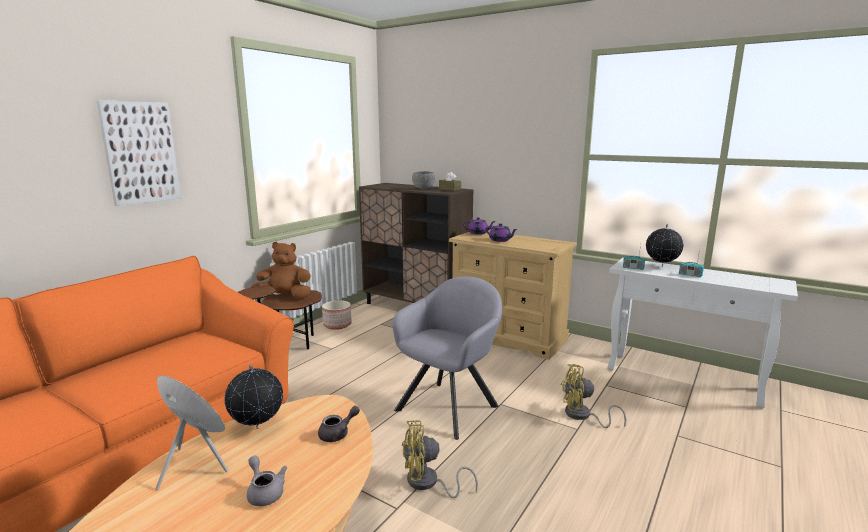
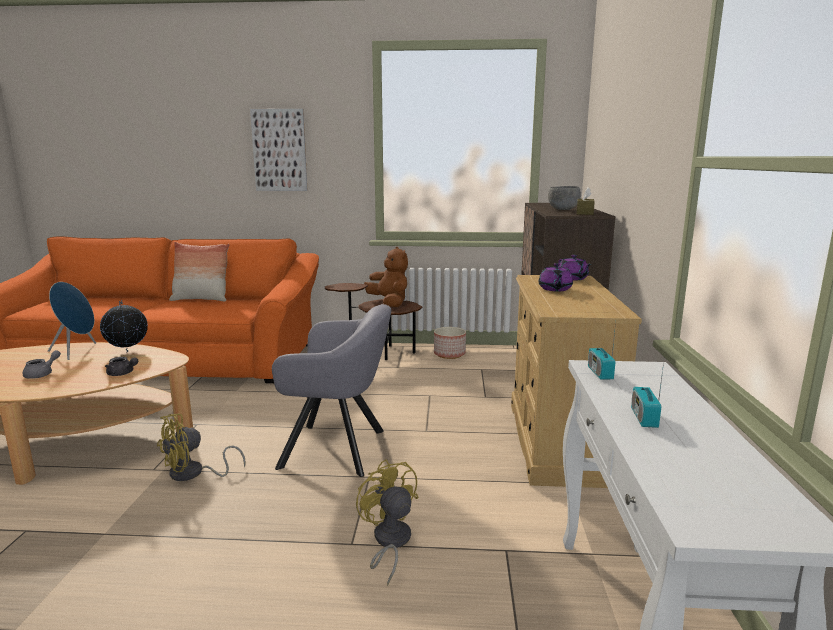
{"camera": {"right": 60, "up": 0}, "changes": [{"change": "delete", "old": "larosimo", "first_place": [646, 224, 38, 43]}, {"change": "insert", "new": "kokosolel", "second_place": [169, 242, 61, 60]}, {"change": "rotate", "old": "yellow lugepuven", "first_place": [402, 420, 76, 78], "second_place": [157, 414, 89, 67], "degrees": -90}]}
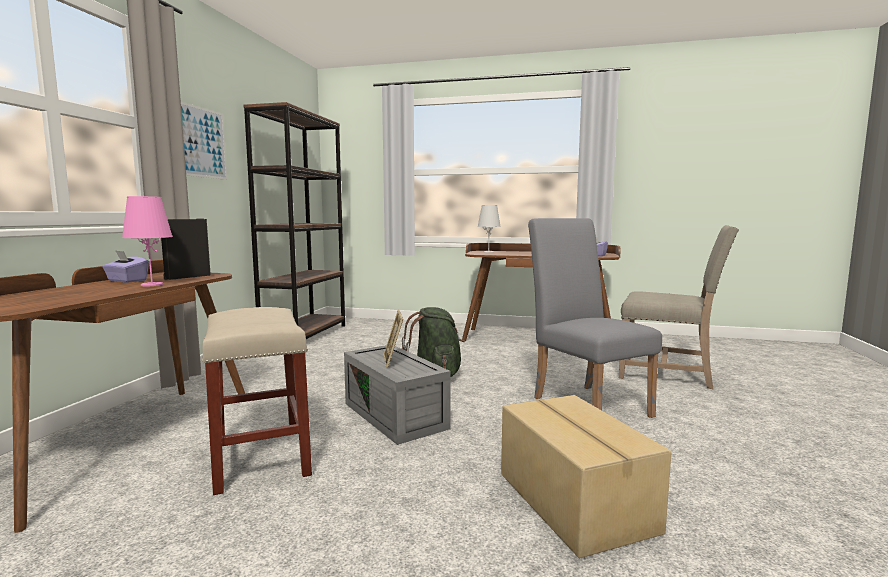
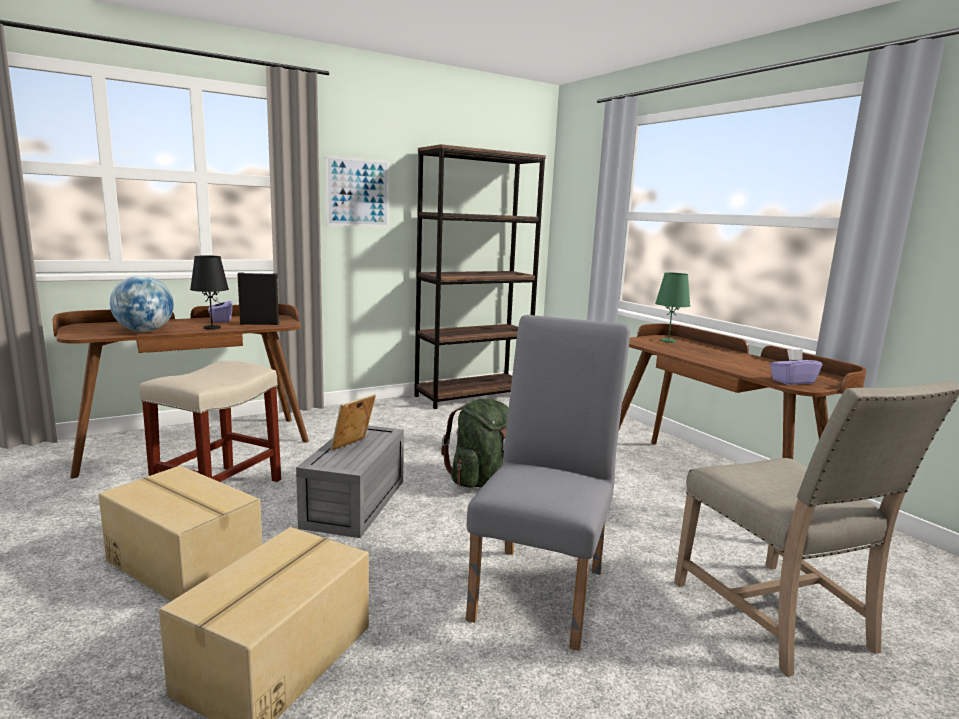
{"camera": {"right": 45, "up": 5}, "changes": [{"change": "insert", "new": "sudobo", "second_place": [99, 466, 163, 135]}, {"change": "insert", "new": "larosimo", "second_place": [110, 276, 64, 56]}, {"change": "recolor", "old": "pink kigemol", "new": "black kigemol", "first_place": [122, 196, 51, 90], "second_place": [190, 256, 39, 74]}, {"change": "recolor", "old": "white kigemol", "new": "green kigemol", "first_place": [477, 205, 24, 48], "second_place": [655, 272, 35, 71]}]}
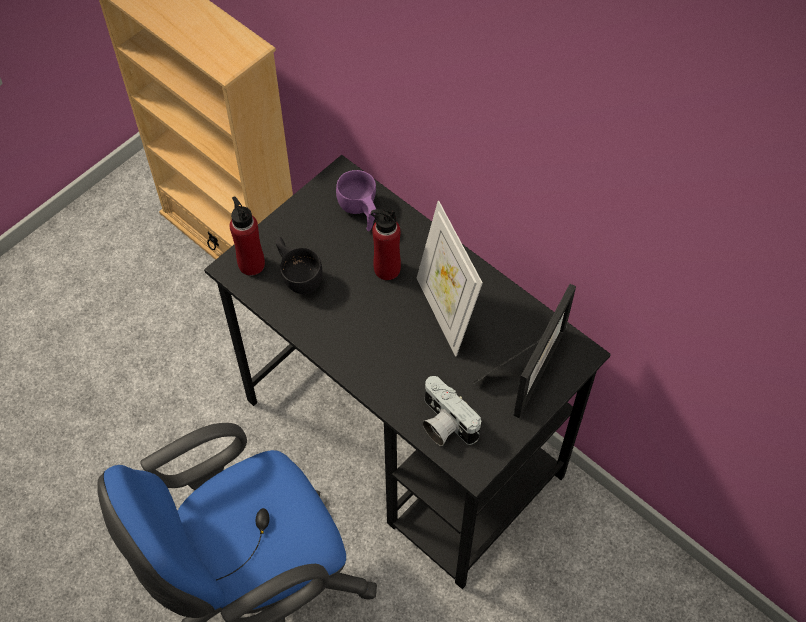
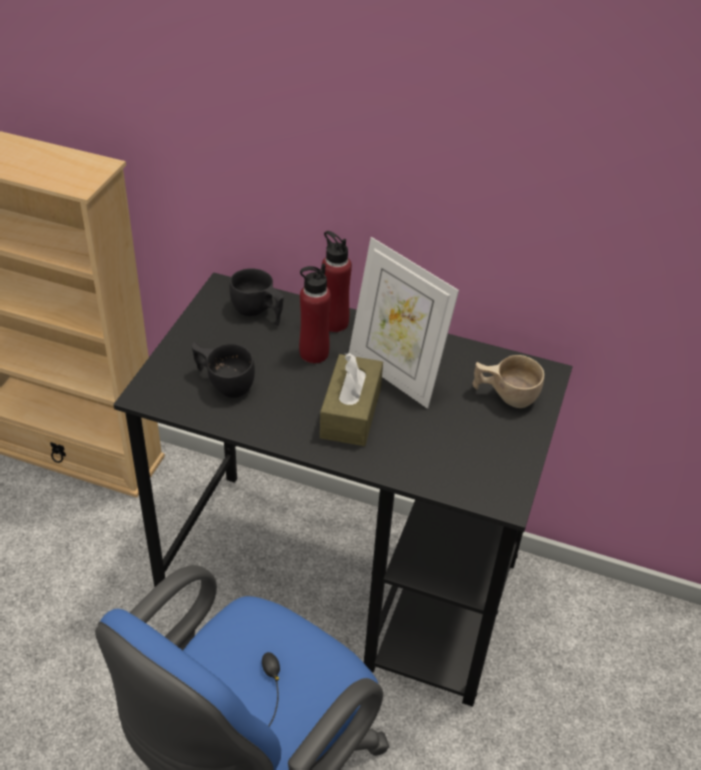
{"camera": {"right": -25, "up": -15}, "changes": [{"change": "delete", "old": "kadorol", "first_place": [423, 376, 58, 70]}, {"change": "insert", "new": "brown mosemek", "second_place": [320, 353, 63, 93]}, {"change": "move", "old": "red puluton", "first_place": [230, 196, 35, 80], "second_place": [322, 231, 30, 101]}, {"change": "replace", "old": "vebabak", "new": "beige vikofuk", "first_place": [473, 284, 103, 134], "second_place": [473, 355, 71, 53]}, {"change": "recolor", "old": "purple vikofuk", "new": "black vikofuk", "first_place": [336, 170, 40, 61], "second_place": [230, 268, 54, 58]}]}
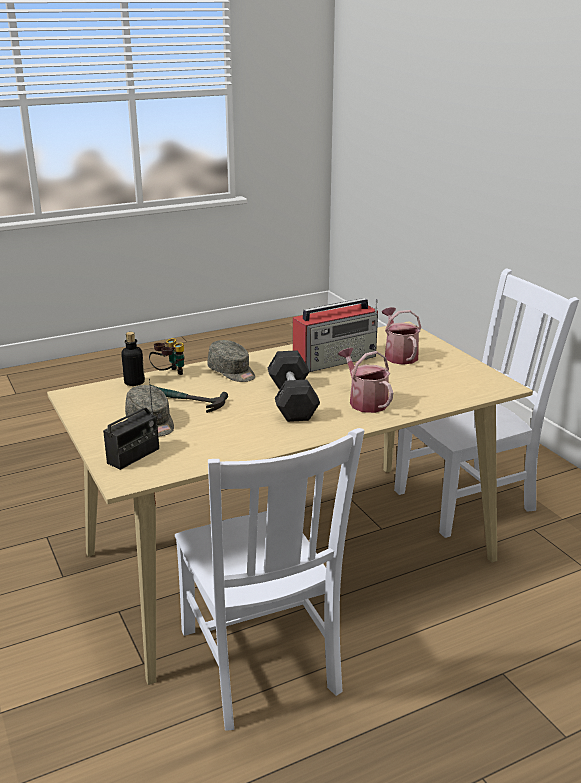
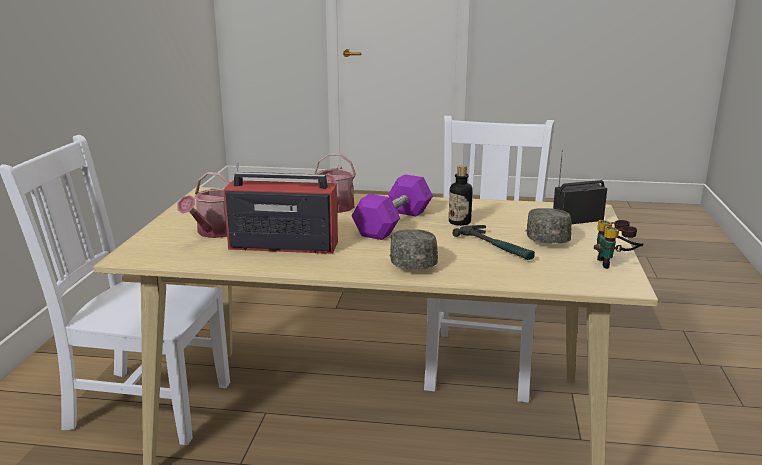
{"camera": {"right": -145, "up": -5}, "changes": [{"change": "move", "old": "puluton", "first_place": [121, 332, 24, 54], "second_place": [449, 165, 24, 61]}, {"change": "move", "old": "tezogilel", "first_place": [149, 338, 35, 37], "second_place": [594, 220, 49, 49]}, {"change": "recolor", "old": "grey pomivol", "new": "purple pomivol", "first_place": [268, 350, 52, 72], "second_place": [352, 174, 81, 66]}]}
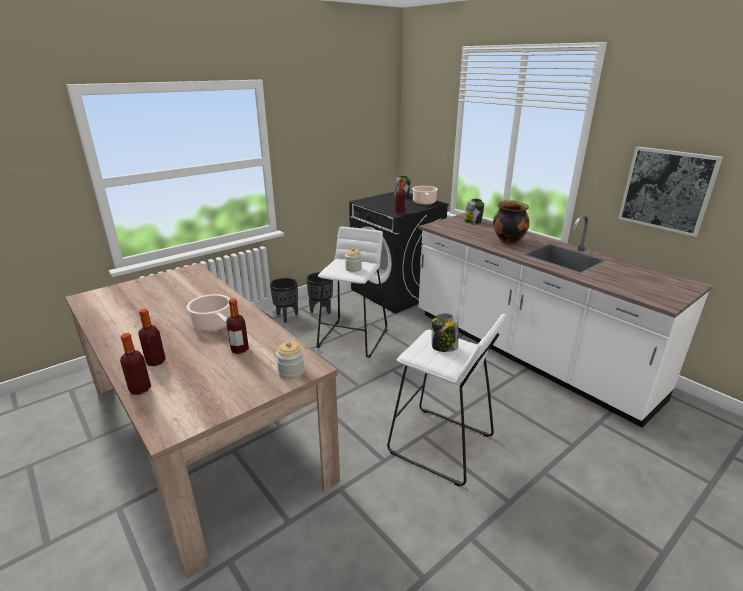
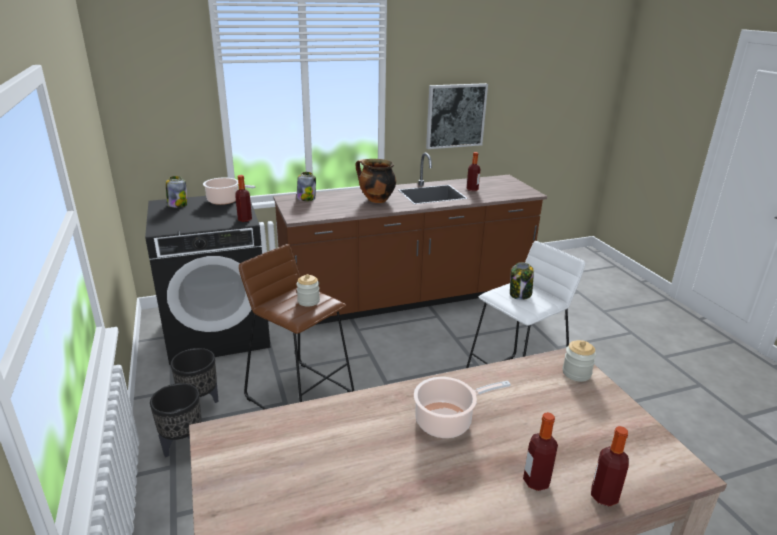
{"camera": {"right": -70, "up": 0}, "changes": [{"change": "move", "old": "puluton", "first_place": [226, 298, 23, 56], "second_place": [467, 152, 13, 39]}, {"change": "recolor", "old": "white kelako", "new": "brown kelako", "first_place": [317, 227, 70, 131], "second_place": [239, 244, 115, 166]}, {"change": "recolor", "old": "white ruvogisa", "new": "brown ruvogisa", "first_place": [418, 213, 295, 215], "second_place": [273, 153, 274, 172]}]}
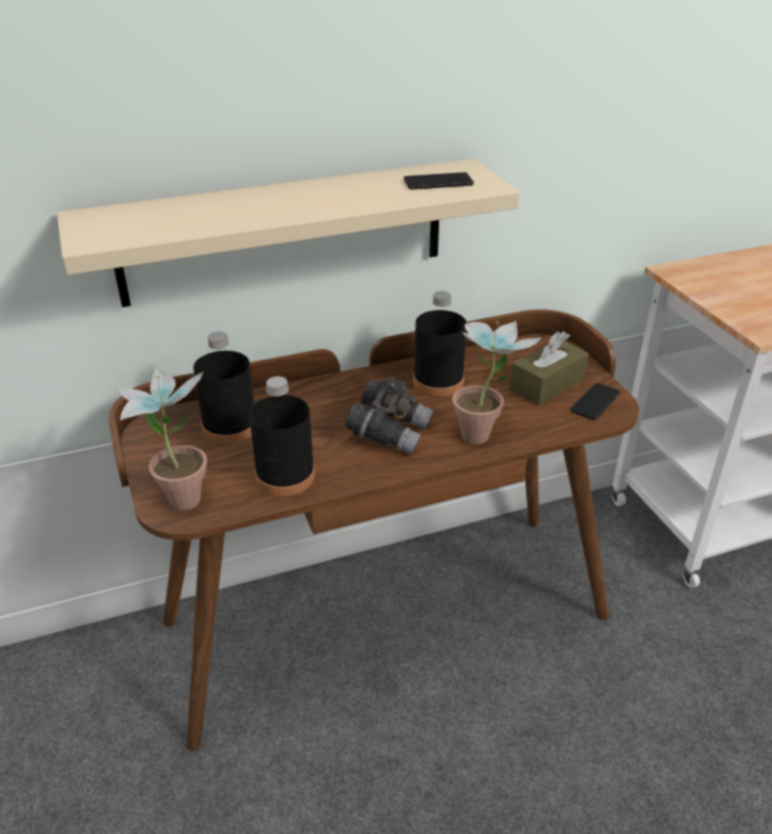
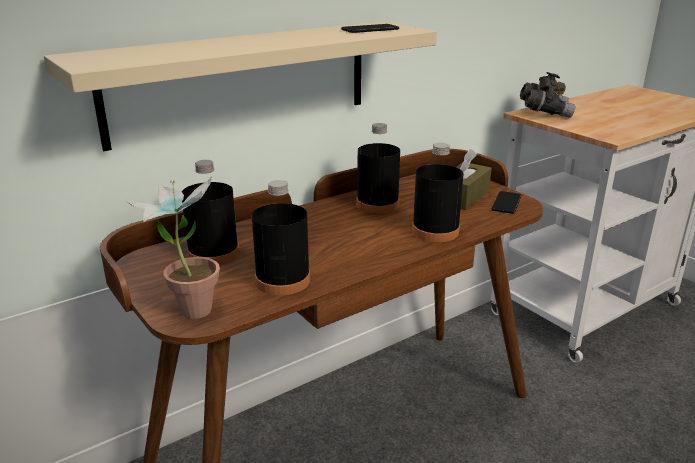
{"camera": {"right": -15, "up": -10}, "changes": [{"change": "move", "old": "grey tezogilel", "first_place": [345, 377, 89, 78], "second_place": [520, 72, 56, 46]}, {"change": "replace", "old": "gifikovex", "new": "black puluton", "first_place": [452, 321, 89, 123], "second_place": [412, 143, 51, 99]}]}
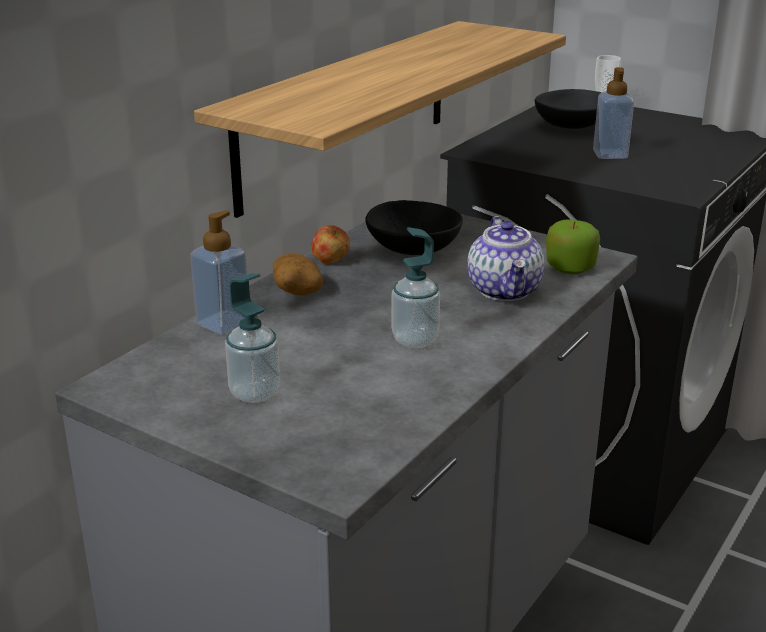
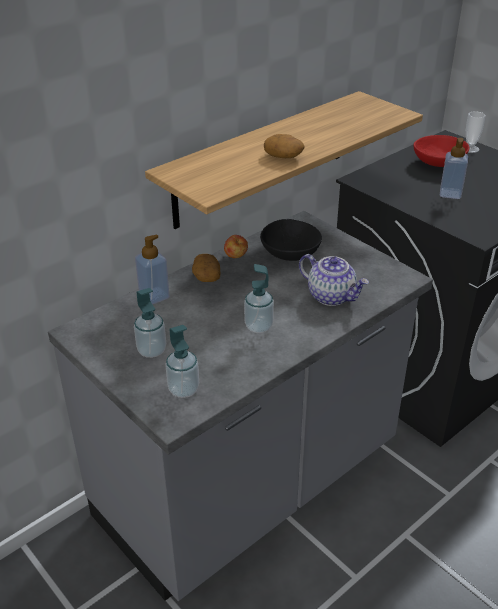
{"camera": {"right": 15, "up": 10}, "changes": [{"change": "delete", "old": "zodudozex", "first_place": [546, 220, 54, 55]}, {"change": "insert", "new": "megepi", "second_place": [165, 325, 34, 73]}, {"change": "insert", "new": "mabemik", "second_place": [264, 134, 40, 24]}, {"change": "recolor", "old": "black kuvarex", "new": "red kuvarex", "first_place": [535, 89, 66, 40], "second_place": [413, 135, 56, 32]}, {"change": "rotate", "old": "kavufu", "first_place": [467, 216, 77, 85], "second_place": [299, 254, 70, 52], "degrees": -60}]}
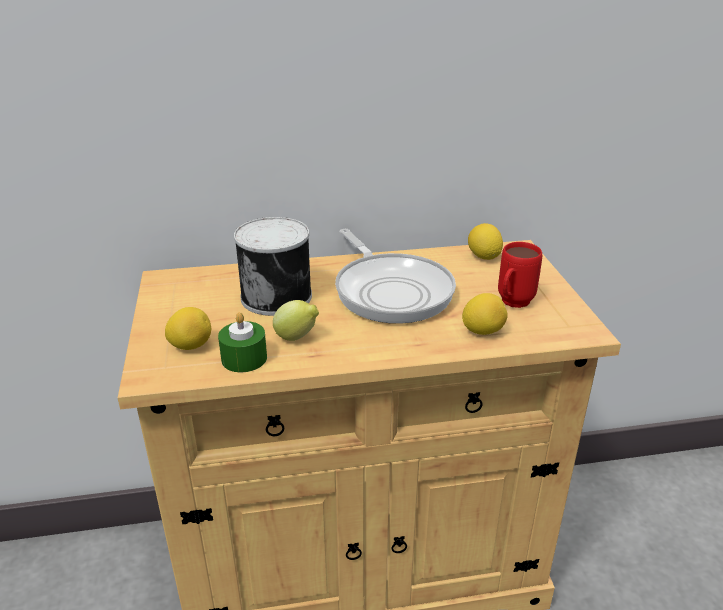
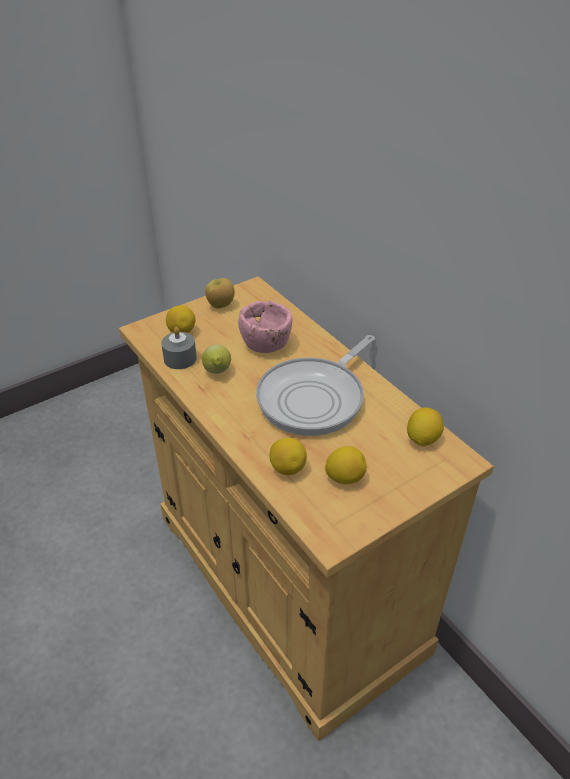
{"camera": {"right": 65, "up": 10}, "changes": [{"change": "insert", "new": "zodudozex", "second_place": [205, 278, 30, 30]}, {"change": "replace", "old": "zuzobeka", "new": "pink kuvarex", "first_place": [234, 217, 78, 99], "second_place": [238, 301, 54, 52]}, {"change": "replace", "old": "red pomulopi", "new": "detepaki", "first_place": [498, 242, 44, 66], "second_place": [325, 446, 42, 38]}, {"change": "recolor", "old": "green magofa", "new": "grey magofa", "first_place": [218, 312, 49, 60], "second_place": [161, 327, 36, 42]}]}
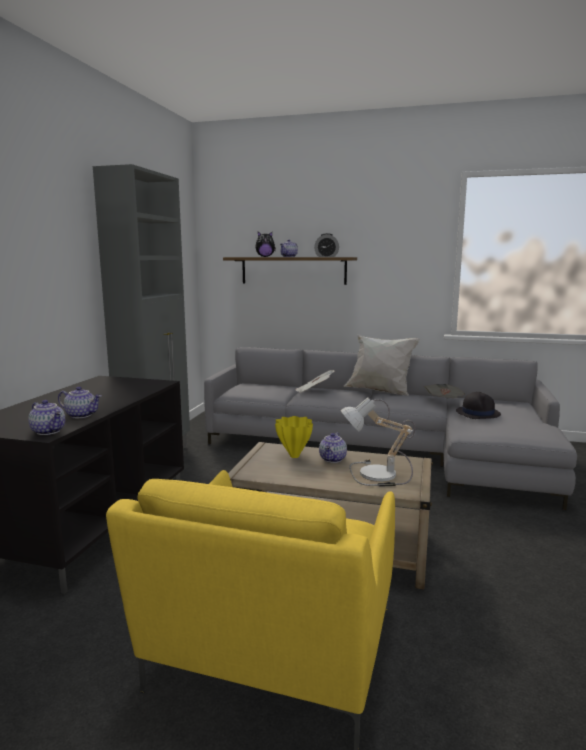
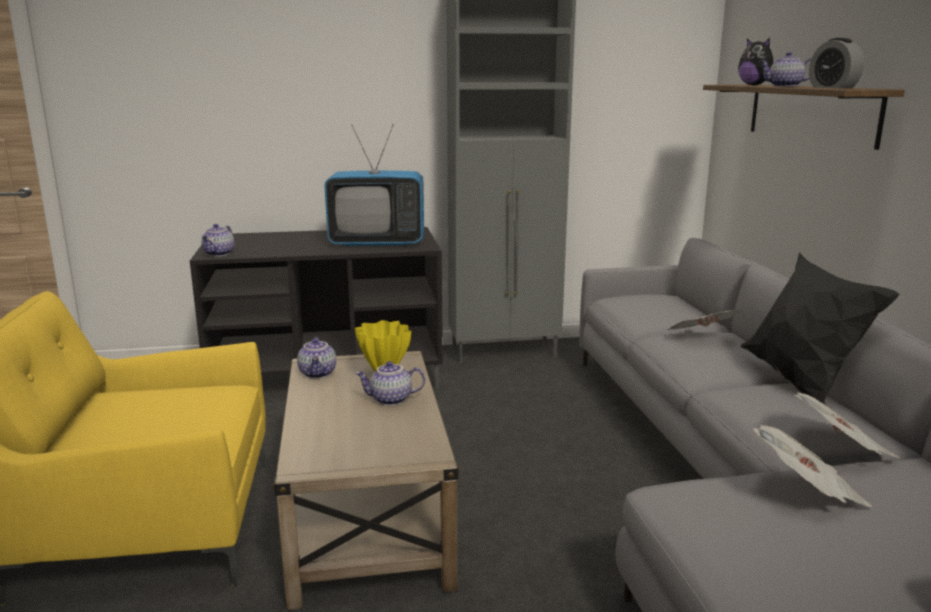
{"camera": {"right": 65, "up": 5}, "changes": [{"change": "delete", "old": "kigemol", "first_place": [341, 397, 74, 90]}, {"change": "insert", "new": "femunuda", "second_place": [324, 124, 100, 123]}, {"change": "move", "old": "kavufu", "first_place": [58, 387, 43, 31], "second_place": [297, 337, 39, 42]}, {"change": "replace", "old": "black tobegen", "new": "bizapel", "first_place": [456, 392, 45, 27], "second_place": [752, 425, 120, 82]}, {"change": "recolor", "old": "white kokosolel", "new": "black kokosolel", "first_place": [344, 334, 76, 62], "second_place": [741, 252, 159, 153]}]}
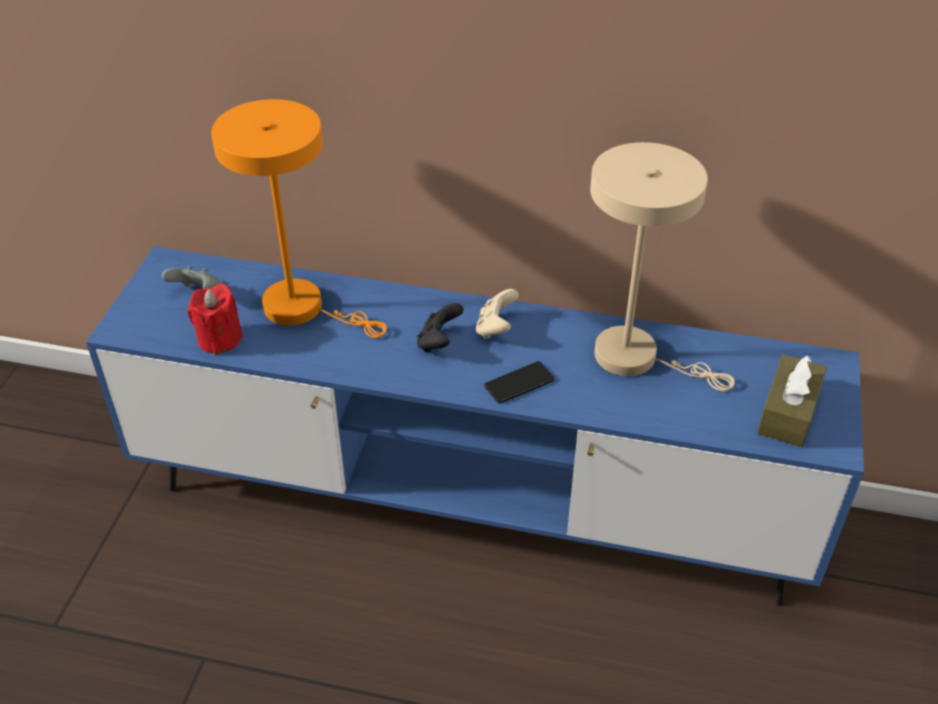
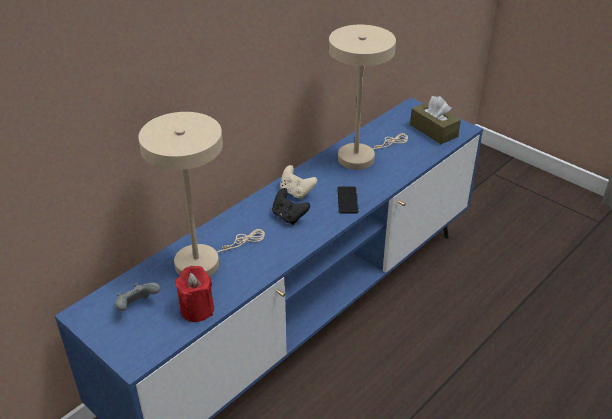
{"camera": {"right": -60, "up": -5}, "changes": [{"change": "recolor", "old": "orange kigemol", "new": "beige kigemol", "first_place": [211, 99, 176, 239], "second_place": [138, 112, 127, 165]}]}
